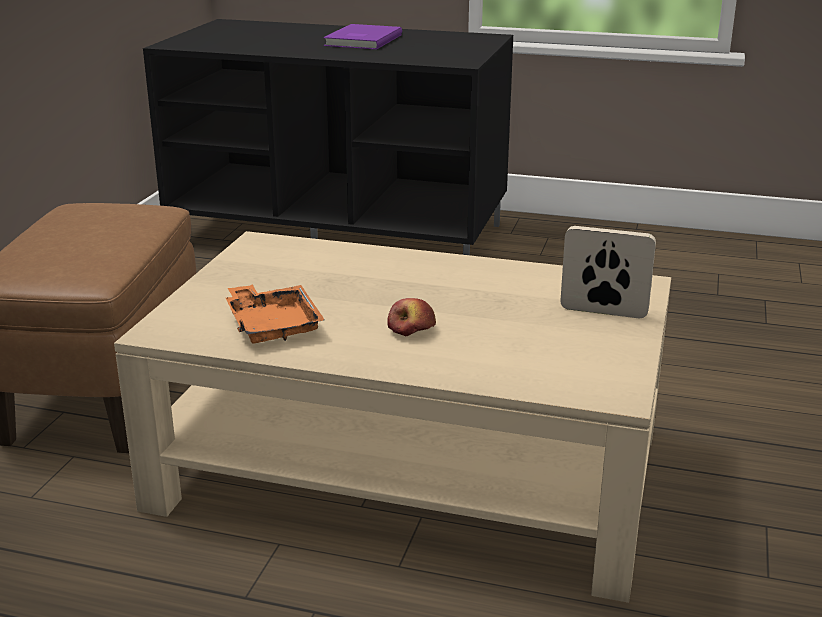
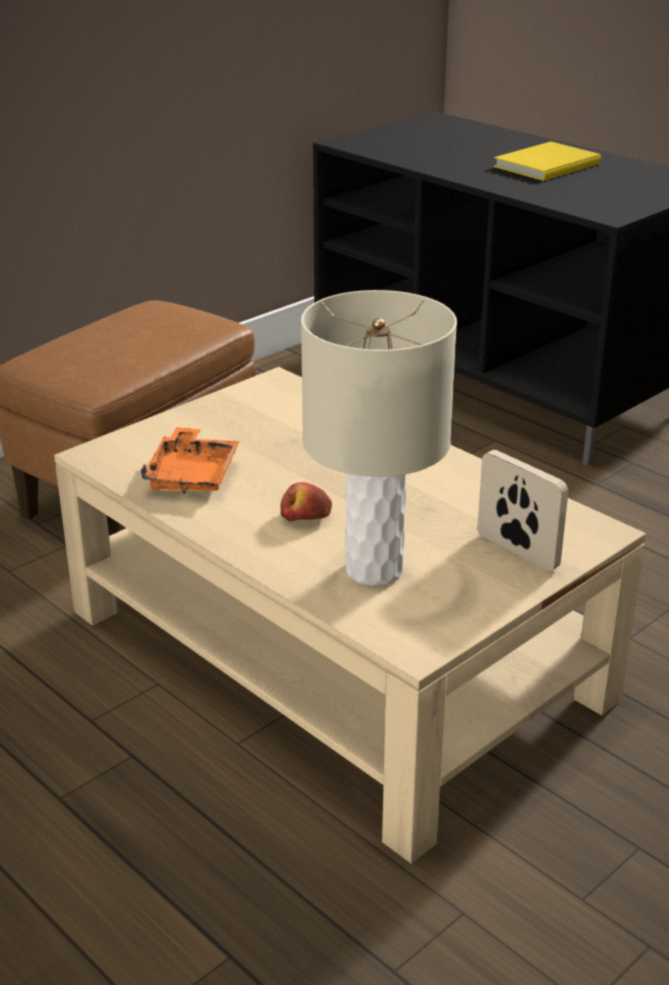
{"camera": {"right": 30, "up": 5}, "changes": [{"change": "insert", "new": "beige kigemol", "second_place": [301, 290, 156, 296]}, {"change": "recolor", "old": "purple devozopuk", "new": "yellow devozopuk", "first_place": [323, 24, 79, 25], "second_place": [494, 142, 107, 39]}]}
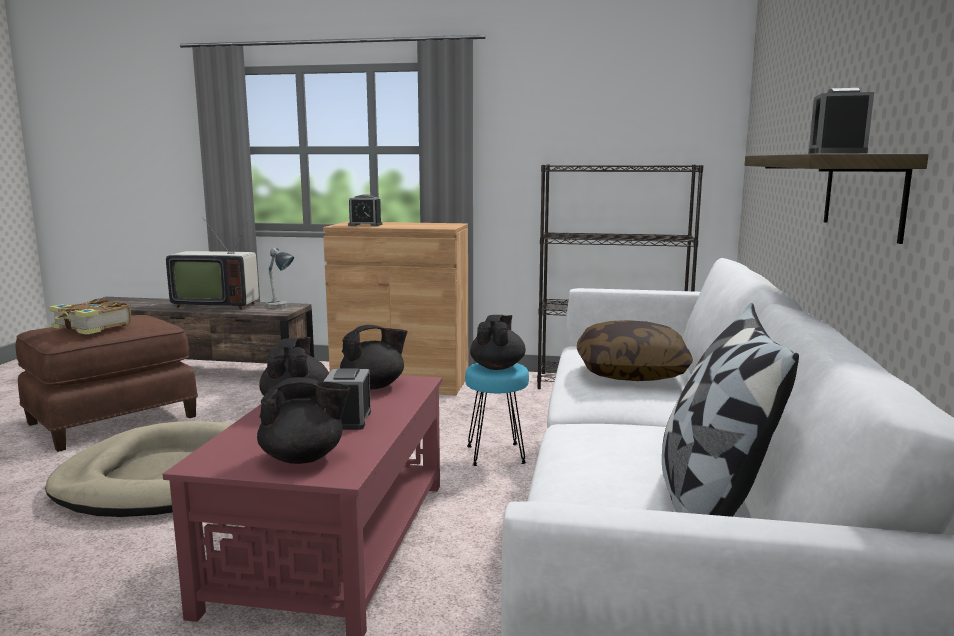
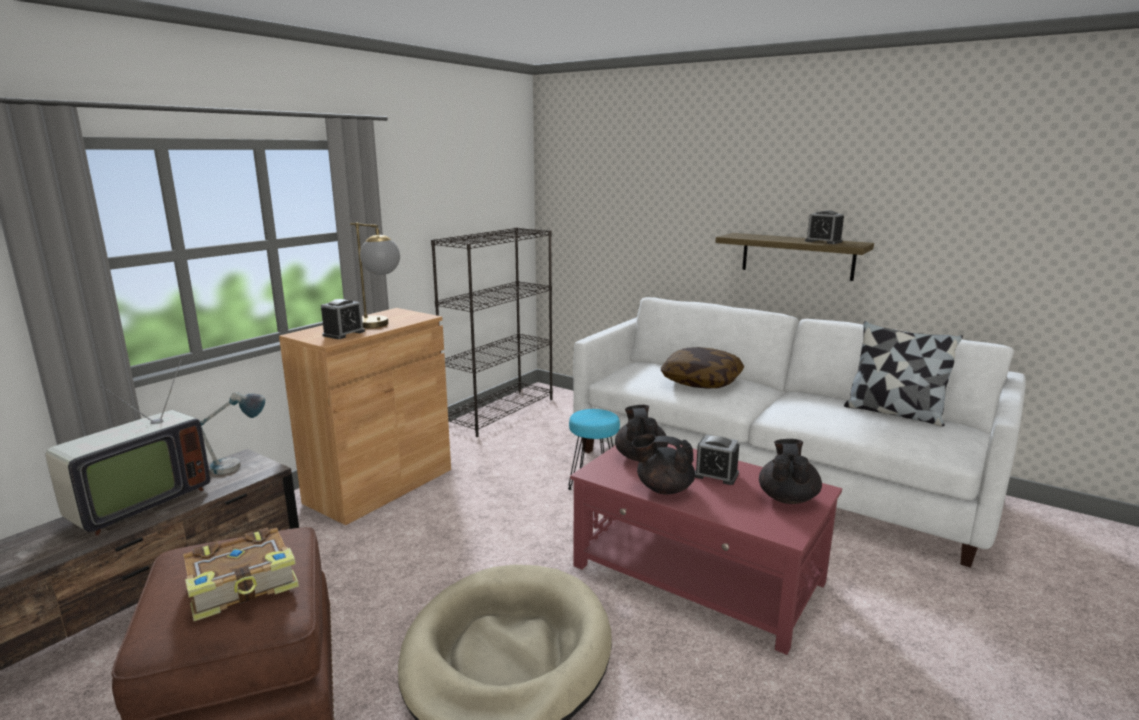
{"camera": {"right": -65, "up": 5}, "changes": [{"change": "delete", "old": "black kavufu", "first_place": [470, 315, 56, 55]}, {"change": "insert", "new": "kigemol", "second_place": [350, 222, 50, 106]}]}
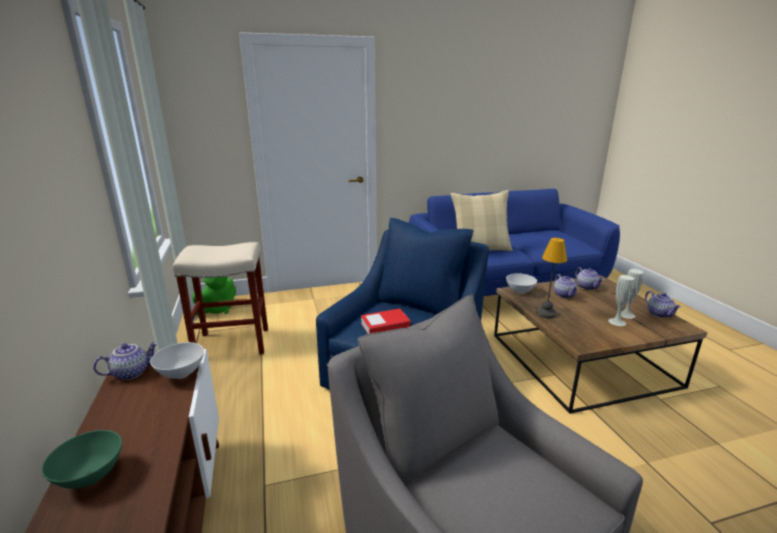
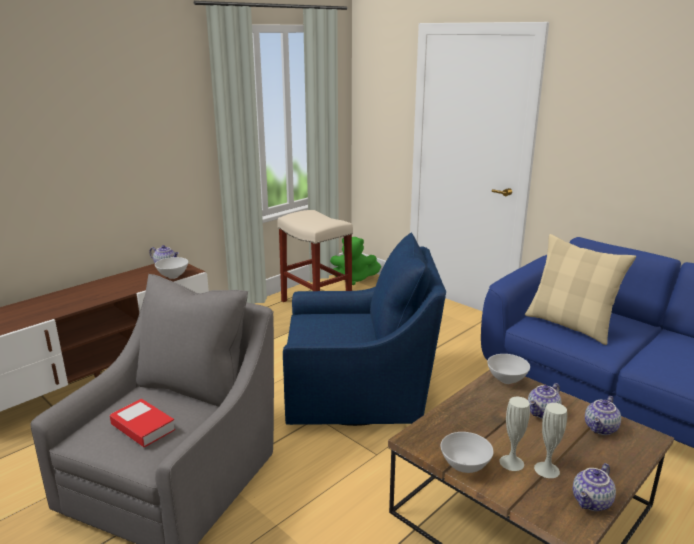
{"camera": {"right": 60, "up": 0}, "changes": [{"change": "delete", "old": "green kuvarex", "first_place": [42, 430, 80, 59]}, {"change": "delete", "old": "kigemol", "first_place": [536, 238, 31, 81]}, {"change": "insert", "new": "white kuvarex", "second_place": [441, 432, 52, 41]}, {"change": "move", "old": "devozopuk", "first_place": [361, 308, 49, 26], "second_place": [110, 399, 65, 48]}]}
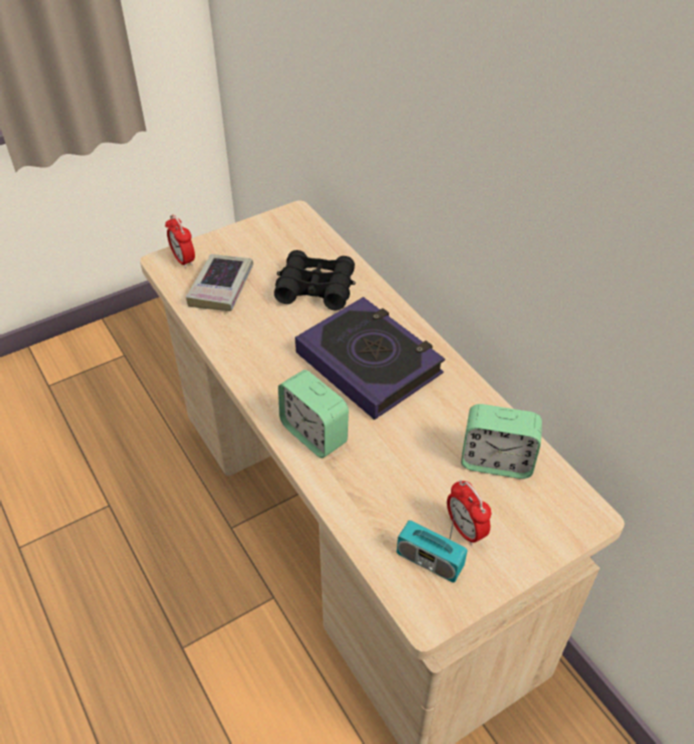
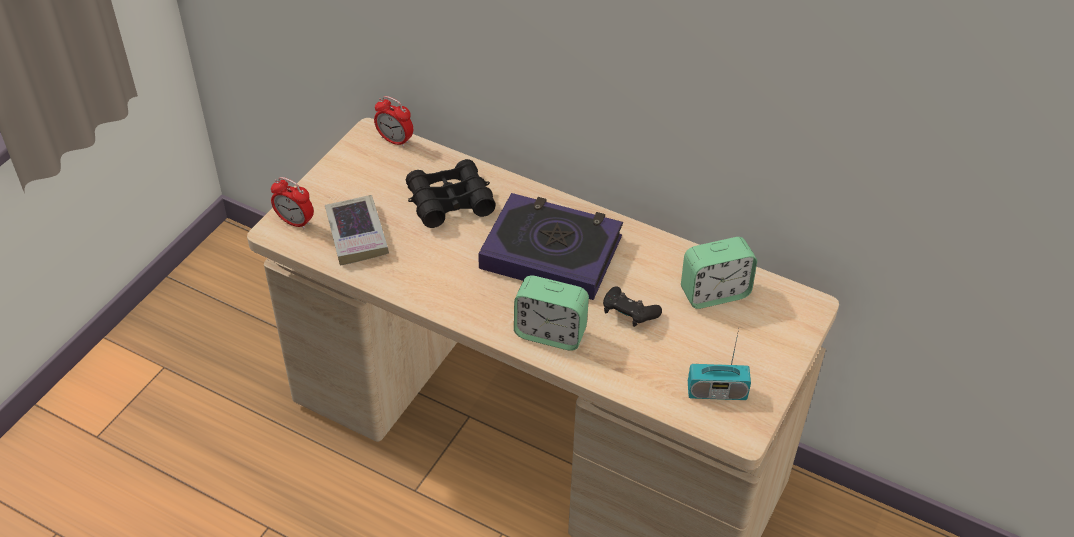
{"camera": {"right": -30, "up": 0}, "changes": [{"change": "insert", "new": "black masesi", "second_place": [603, 287, 59, 40]}, {"change": "move", "old": "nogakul", "first_place": [447, 480, 44, 65], "second_place": [374, 96, 39, 52]}]}
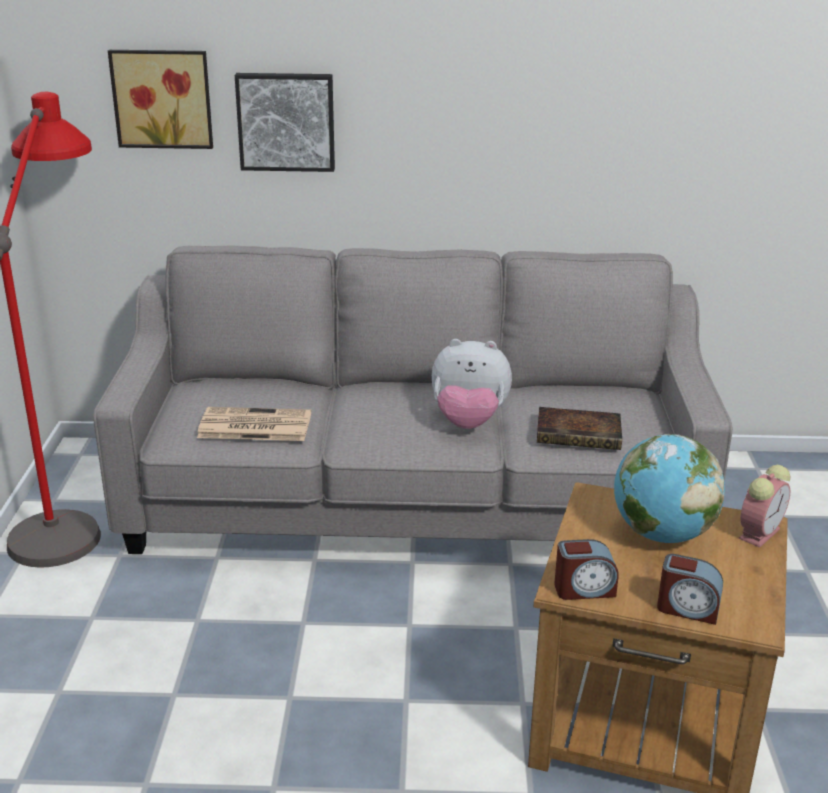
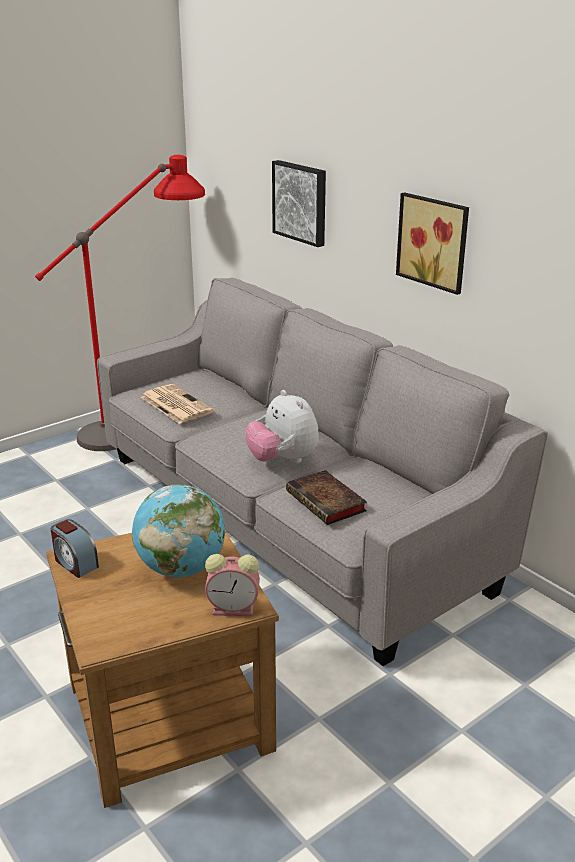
{"camera": {"right": 50, "up": 0}, "changes": [{"change": "delete", "old": "nogakul", "first_place": [657, 554, 66, 71]}, {"change": "move", "old": "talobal", "first_place": [108, 50, 105, 99], "second_place": [396, 192, 73, 103]}]}
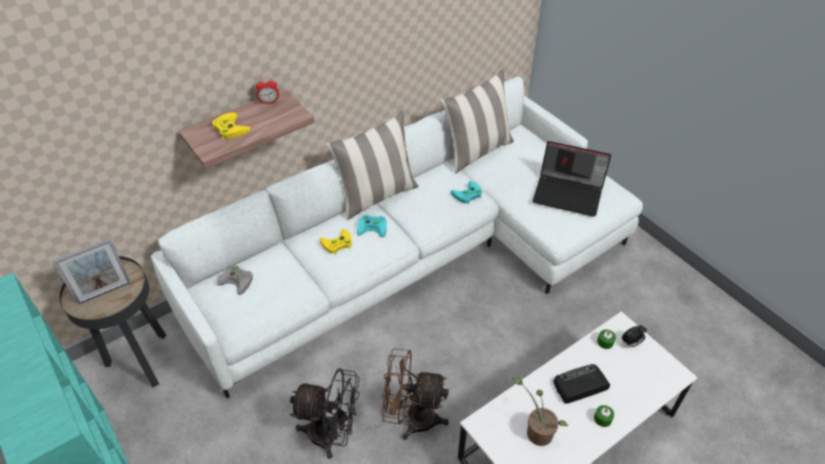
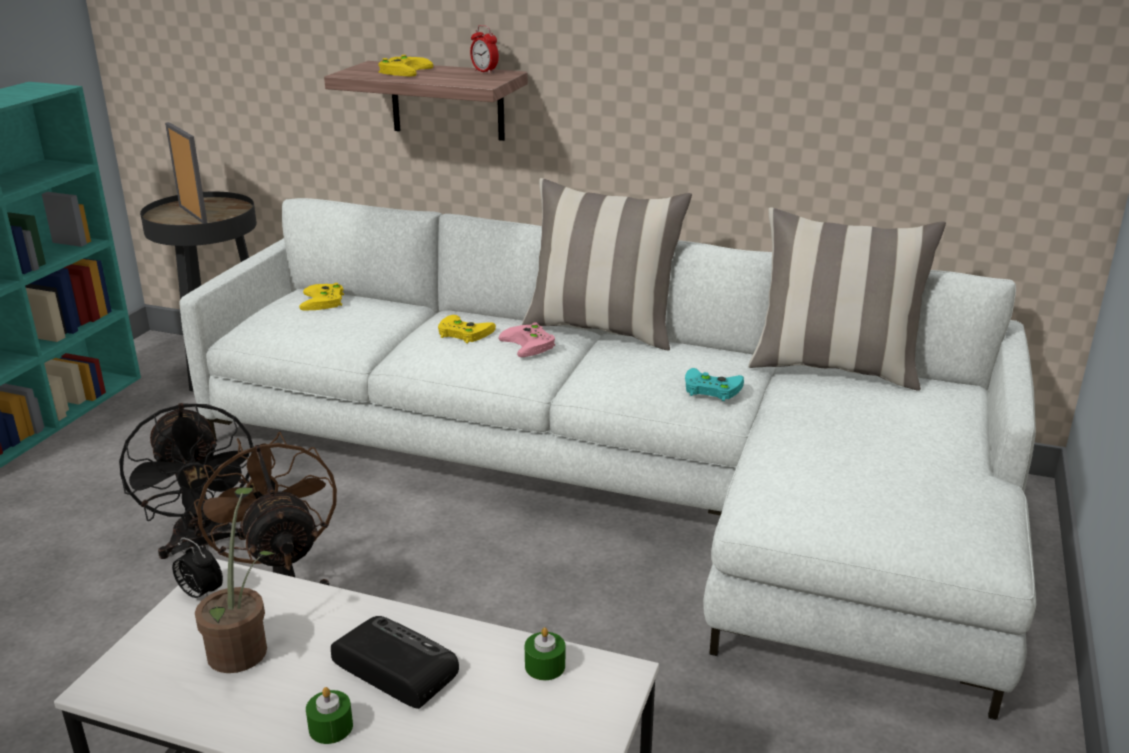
{"camera": {"right": 55, "up": -20}, "changes": [{"change": "delete", "old": "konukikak", "first_place": [532, 141, 79, 76]}, {"change": "move", "old": "nogakul", "first_place": [622, 325, 25, 22], "second_place": [171, 538, 52, 60]}, {"change": "recolor", "old": "grey masesi", "new": "yellow masesi", "first_place": [217, 265, 36, 30], "second_place": [299, 283, 45, 27]}, {"change": "recolor", "old": "turquoise masesi", "new": "pink masesi", "first_place": [357, 215, 30, 22], "second_place": [498, 322, 57, 35]}, {"change": "rotate", "old": "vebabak", "first_place": [52, 238, 79, 67], "second_place": [165, 122, 42, 102], "degrees": -150}]}
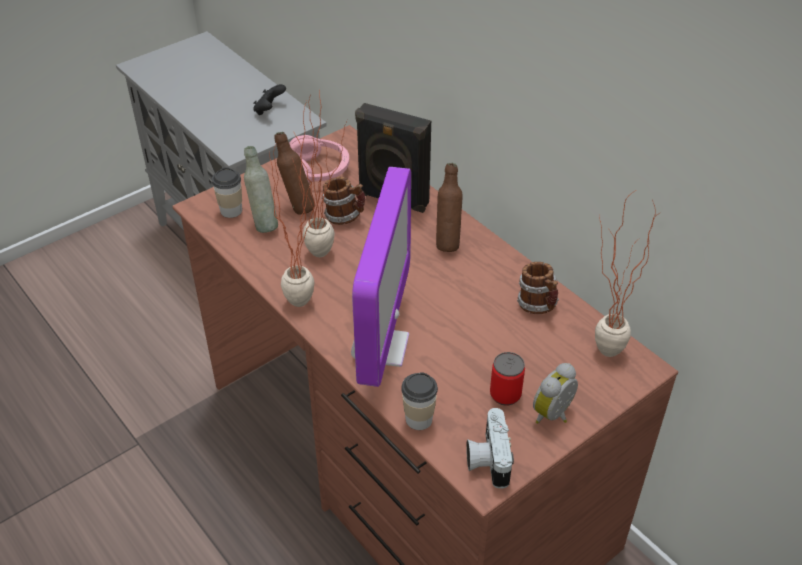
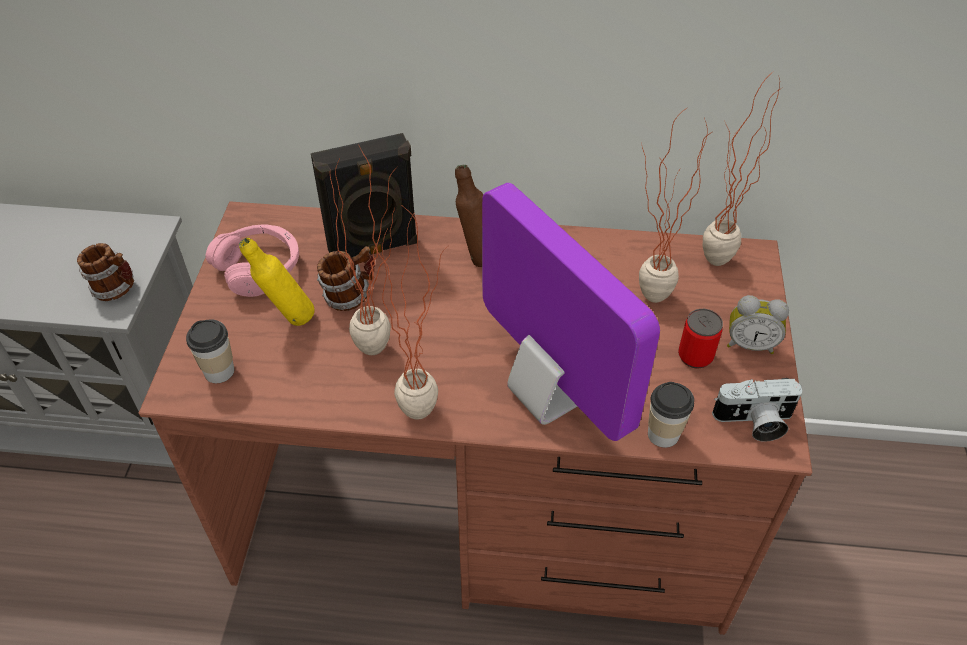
{"camera": {"right": -45, "up": 5}, "changes": [{"change": "delete", "old": "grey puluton", "first_place": [244, 146, 34, 87]}, {"change": "delete", "old": "black masesi", "first_place": [253, 84, 33, 31]}, {"change": "insert", "new": "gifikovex", "second_place": [639, 108, 73, 195]}, {"change": "move", "old": "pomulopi", "first_place": [517, 262, 42, 52], "second_place": [77, 243, 57, 58]}, {"change": "recolor", "old": "brown puluton", "new": "yellow puluton", "first_place": [274, 132, 41, 83], "second_place": [239, 238, 76, 88]}, {"change": "rotate", "old": "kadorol", "first_place": [466, 408, 48, 81], "second_place": [712, 378, 90, 64], "degrees": -45}, {"change": "rotate", "old": "nogakul", "first_place": [533, 363, 45, 61], "second_place": [727, 295, 62, 59], "degrees": -75}]}
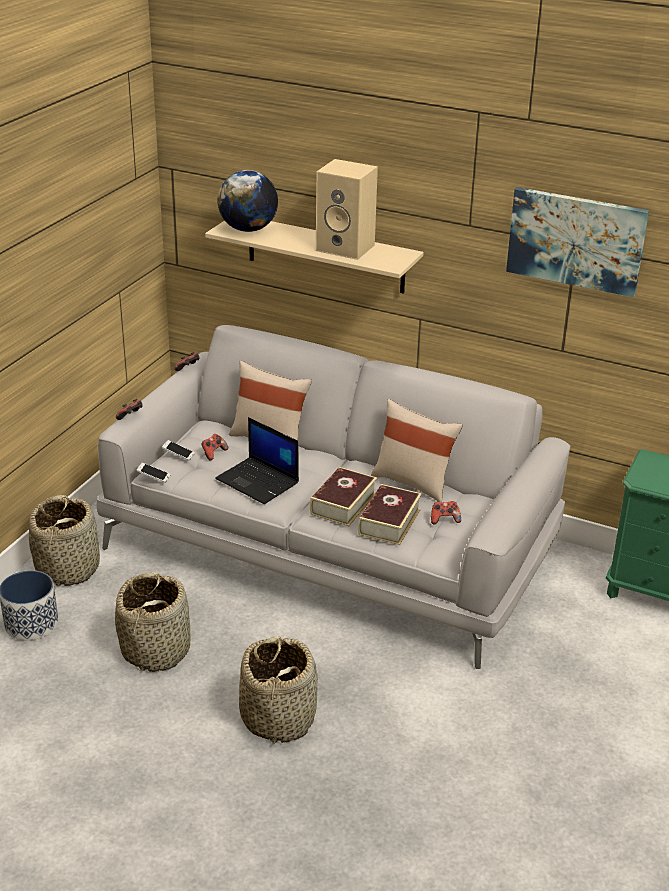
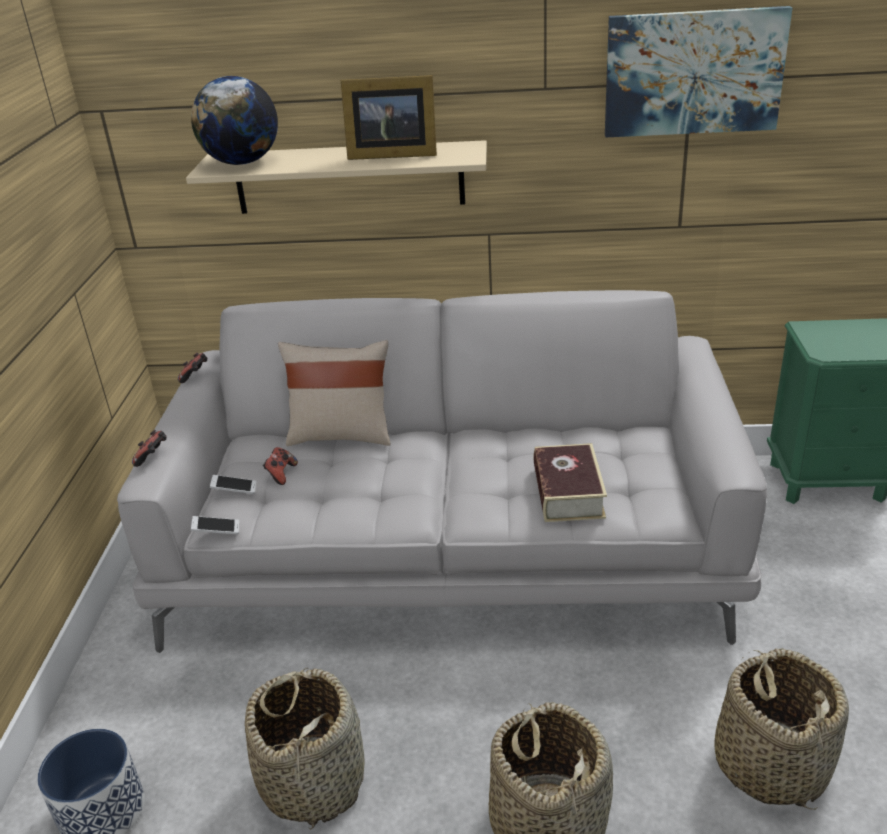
{"camera": {"right": -20, "up": 0}, "changes": [{"change": "delete", "old": "konukikak", "first_place": [215, 417, 84, 87]}, {"change": "delete", "old": "devozopuk", "first_place": [310, 467, 67, 59]}, {"change": "delete", "old": "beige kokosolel", "first_place": [371, 399, 92, 103]}, {"change": "delete", "old": "masesi", "first_place": [431, 501, 30, 23]}, {"change": "move", "old": "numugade", "first_place": [29, 495, 71, 91], "second_place": [714, 648, 135, 162]}, {"change": "replace", "old": "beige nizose", "new": "vebabak", "first_place": [316, 159, 62, 101], "second_place": [341, 75, 96, 85]}]}
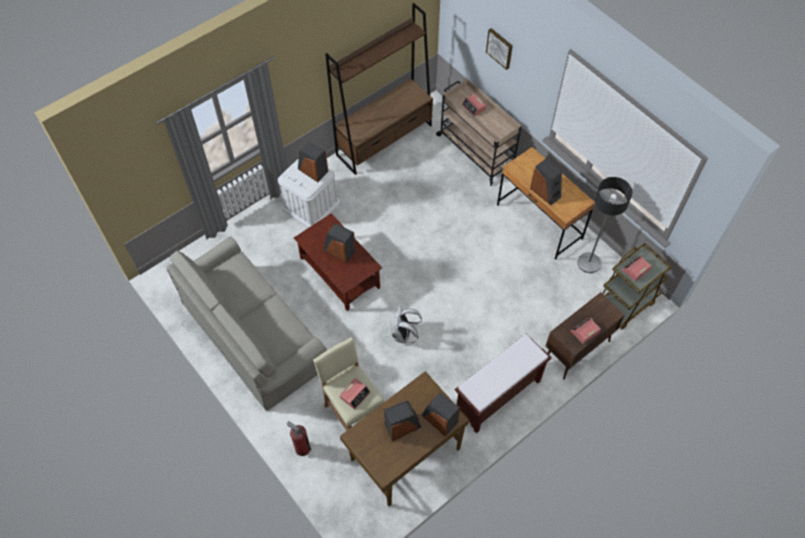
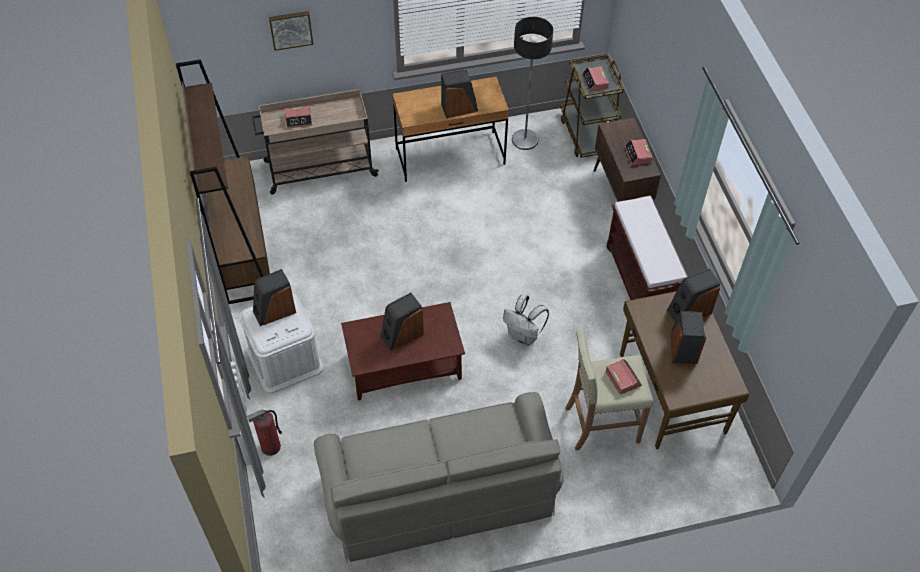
{"camera": {"right": -65, "up": -5}, "changes": [{"change": "move", "old": "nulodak", "first_place": [287, 421, 24, 35], "second_place": [247, 409, 35, 47]}]}
